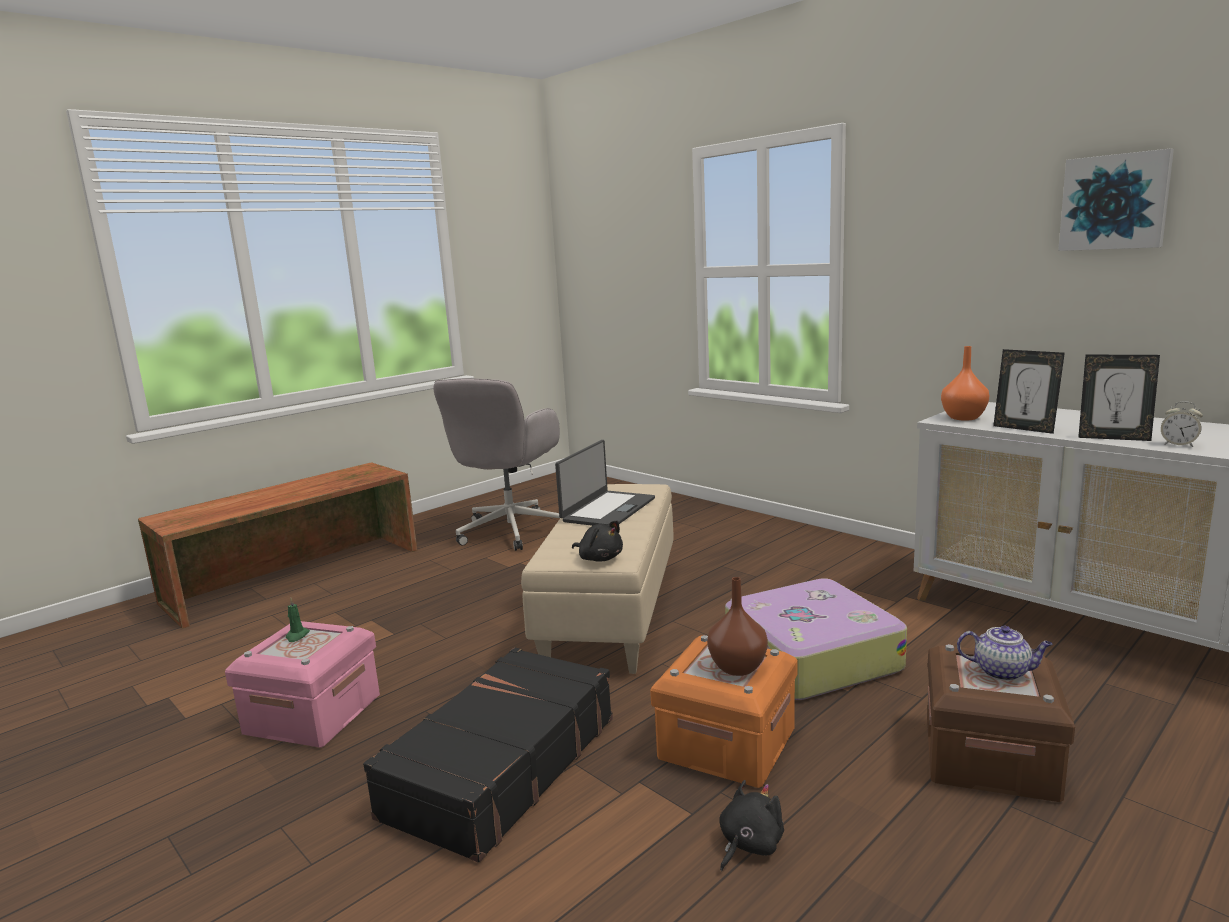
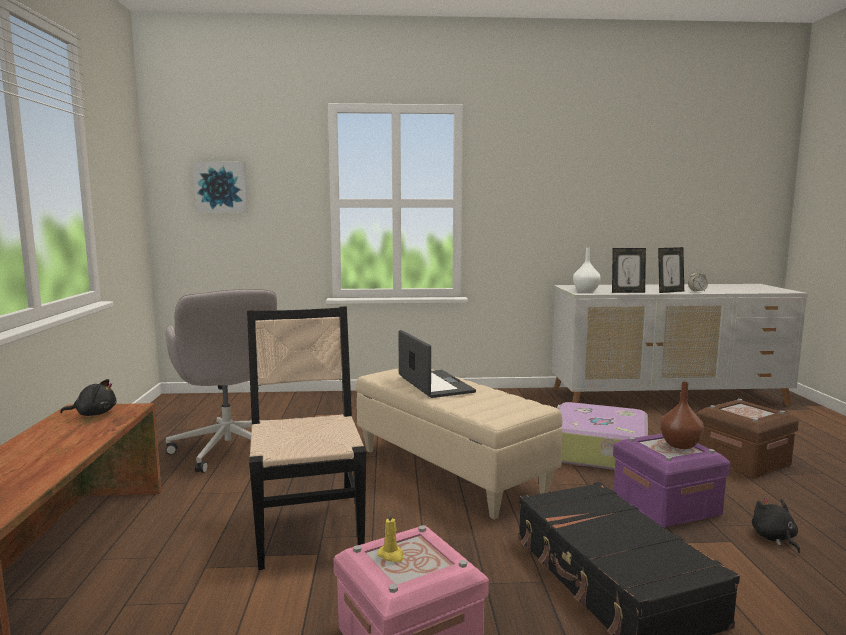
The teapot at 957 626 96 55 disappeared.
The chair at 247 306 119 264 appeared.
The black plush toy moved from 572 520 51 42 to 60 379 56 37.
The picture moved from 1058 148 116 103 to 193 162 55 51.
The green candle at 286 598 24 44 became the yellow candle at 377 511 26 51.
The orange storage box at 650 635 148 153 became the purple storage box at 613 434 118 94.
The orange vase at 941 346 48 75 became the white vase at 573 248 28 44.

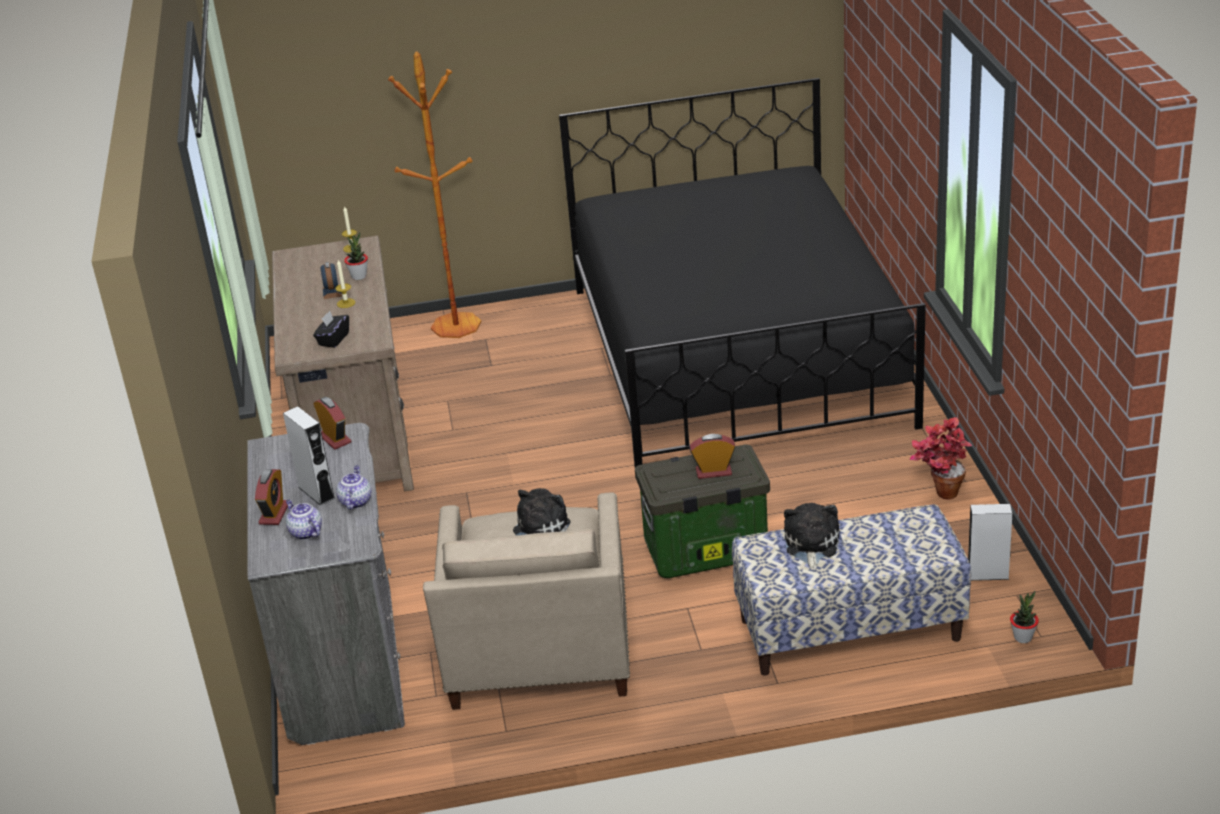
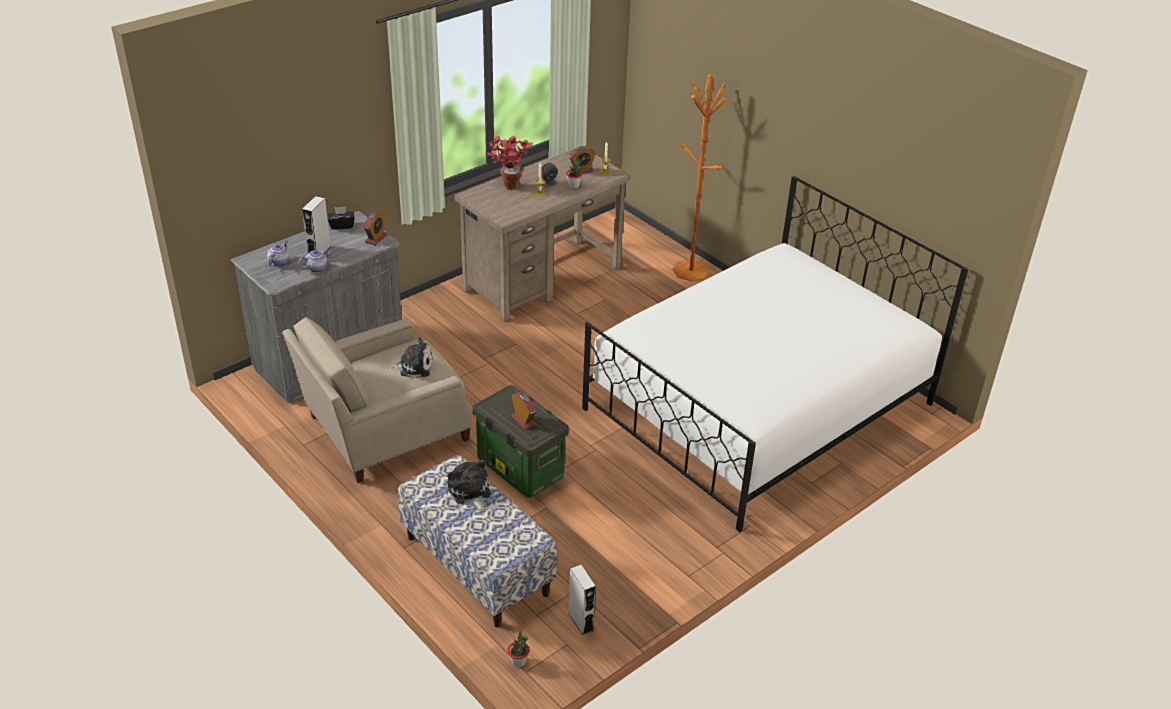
The alarm clock moved from 255 469 33 56 to 569 146 27 28.
The black tissue box moved from 313 311 36 37 to 328 207 27 23.
The potted plant moved from 909 417 63 83 to 487 136 46 54.
The black bed at 559 78 367 389 became the white bed at 582 176 387 356.
The plush toy at 784 503 55 67 turned 90 degrees counterclockwise.

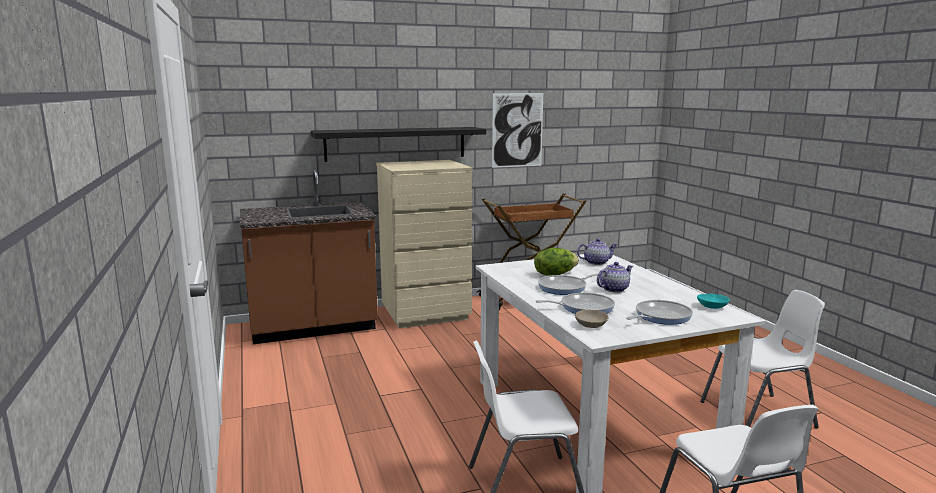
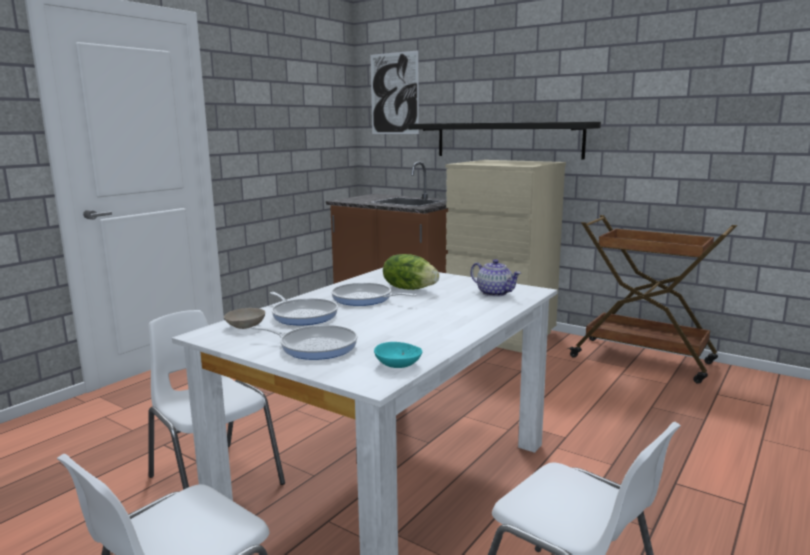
The teapot at 597 262 36 31 disappeared.
The picture moved from 492 93 51 75 to 370 50 49 84.

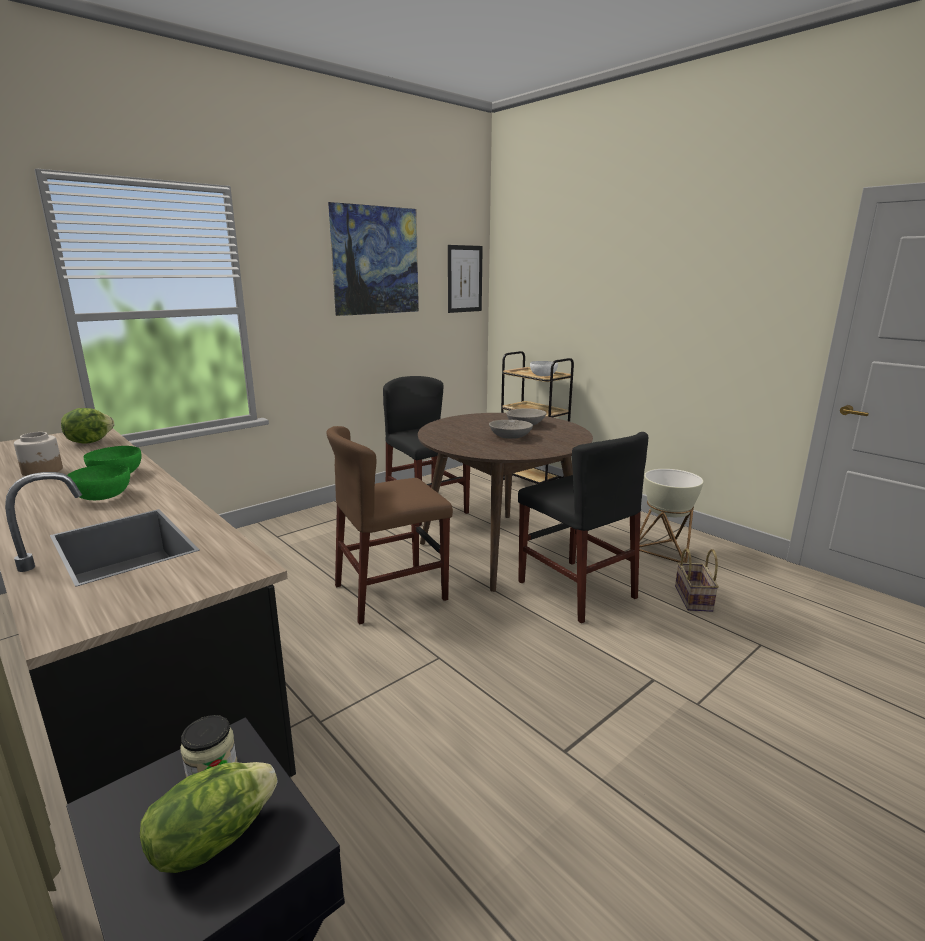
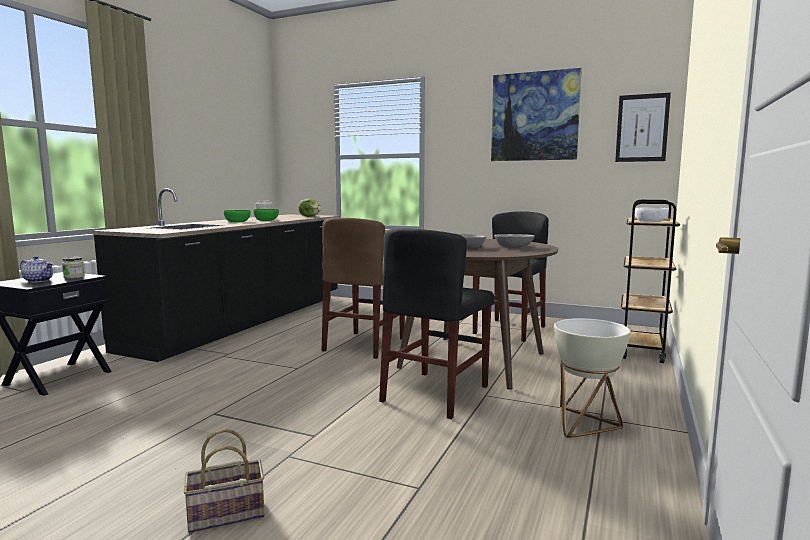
The basket moved from 675 548 44 64 to 184 429 81 104.
The lettuce at 140 762 138 111 was replaced by the teapot at 20 256 33 27.
The brown chair at 326 426 127 199 turned 105 degrees counterclockwise.

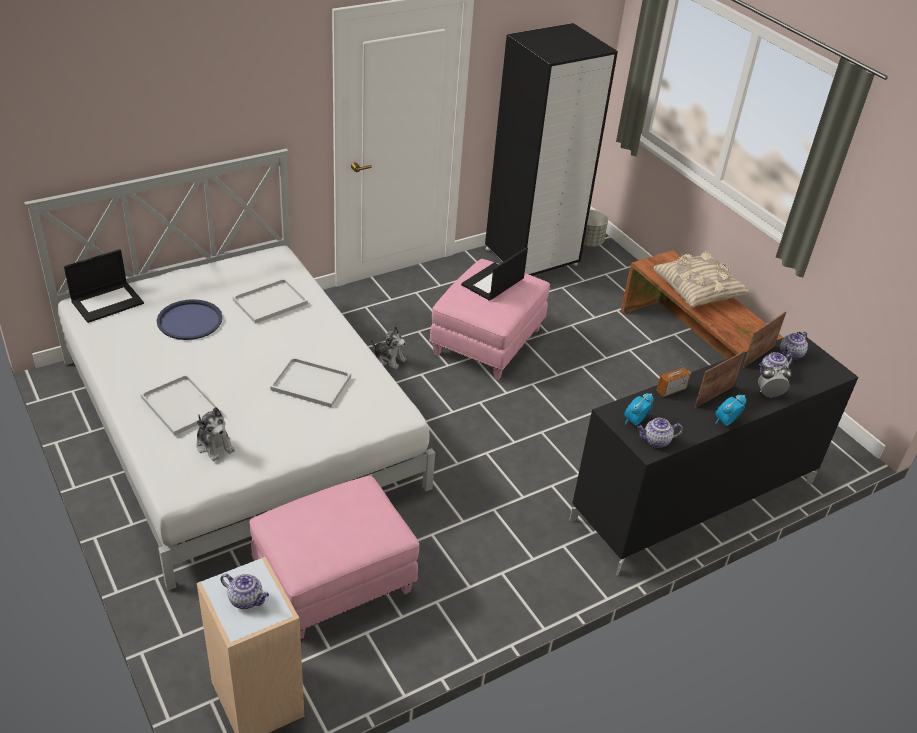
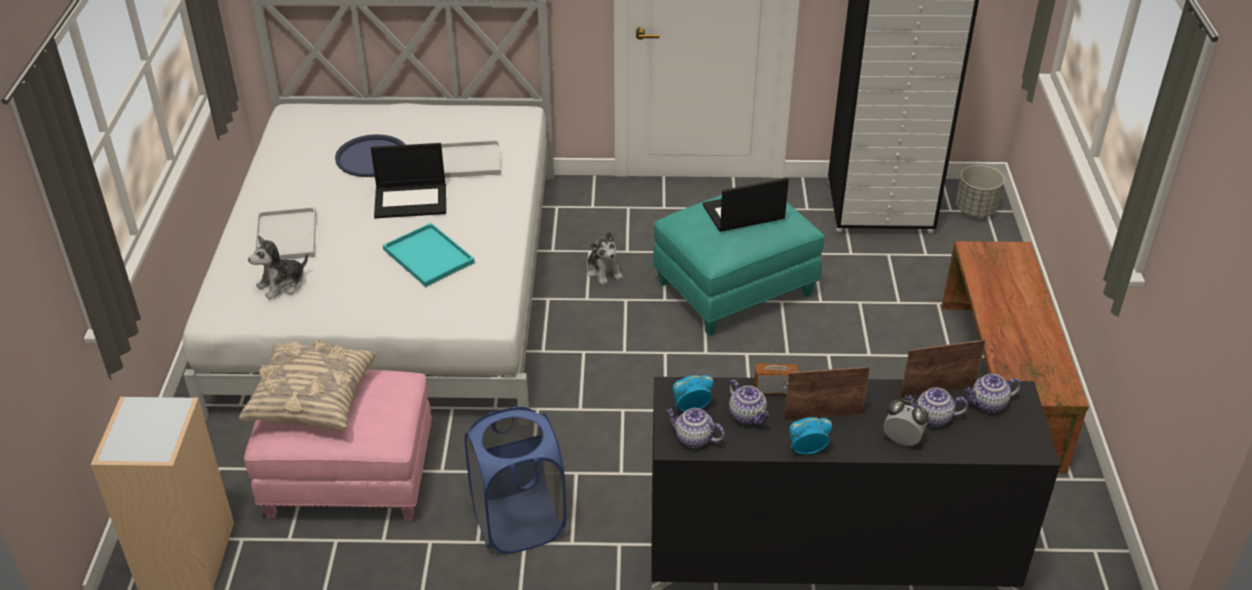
The blue laundry basket at 465 406 102 148 appeared.
The laptop moved from 64 249 80 74 to 371 143 75 75.
The teapot moved from 221 574 48 35 to 728 380 41 45.
The beige pillow moved from 654 251 95 57 to 239 340 137 91.
The white tray at 270 357 81 50 became the turquoise tray at 383 223 92 64.
The pink ottoman at 429 259 121 121 became the turquoise ottoman at 653 195 171 141.
The plush toy at 196 407 39 54 turned 60 degrees clockwise.

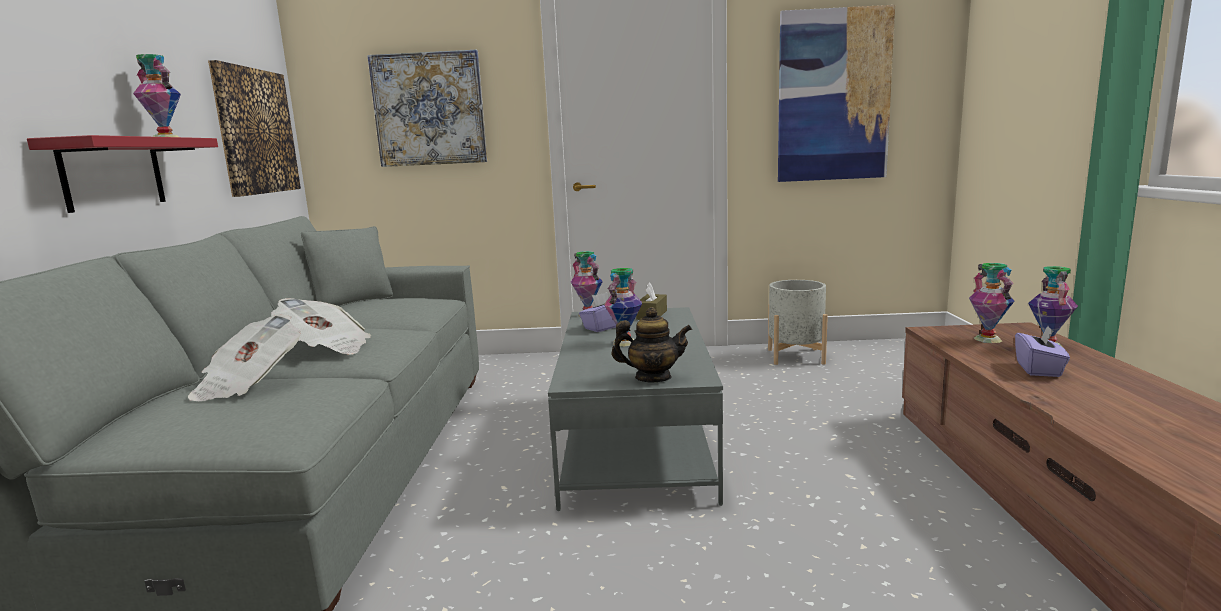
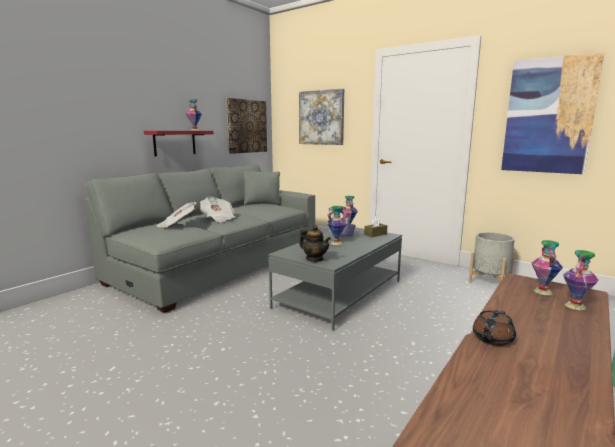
The purple tissue box at 1015 326 55 51 disappeared.
The brown teapot at 473 310 43 36 appeared.

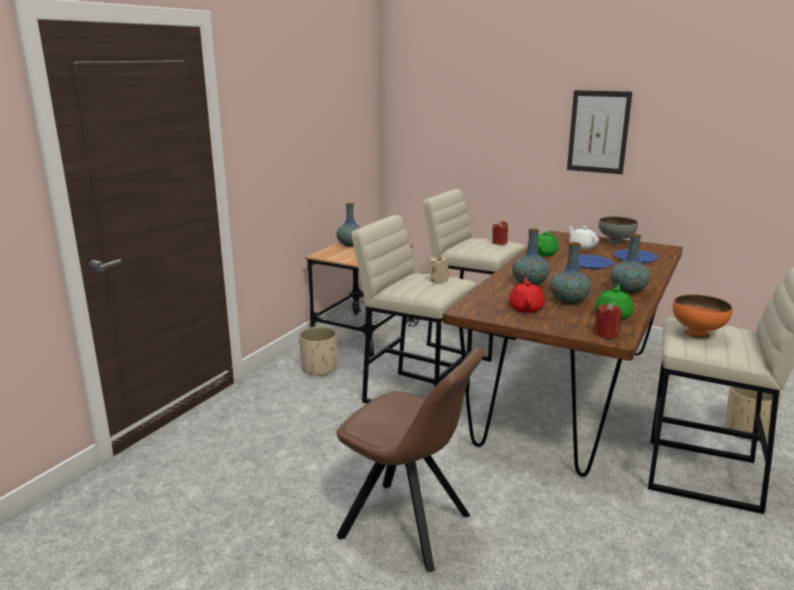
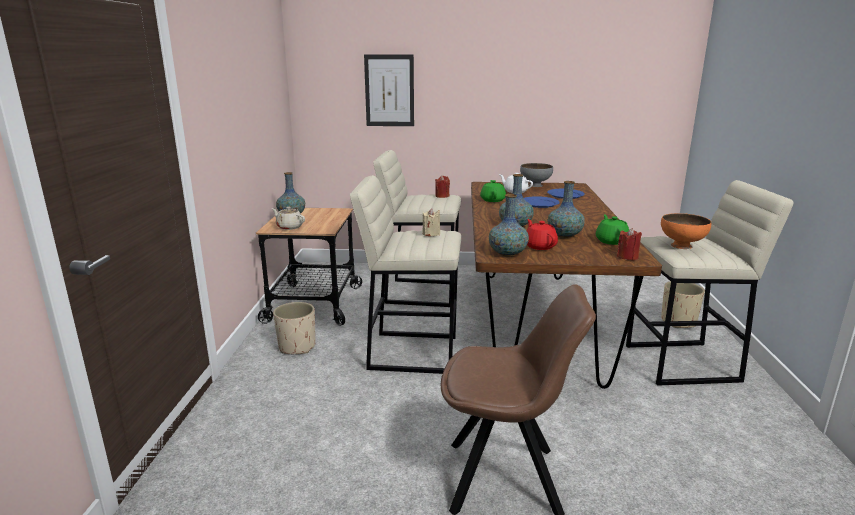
The beige teapot at 272 207 33 23 appeared.
The picture moved from 567 90 65 84 to 364 54 50 72.
The vase moved from 610 234 40 60 to 489 194 40 63.

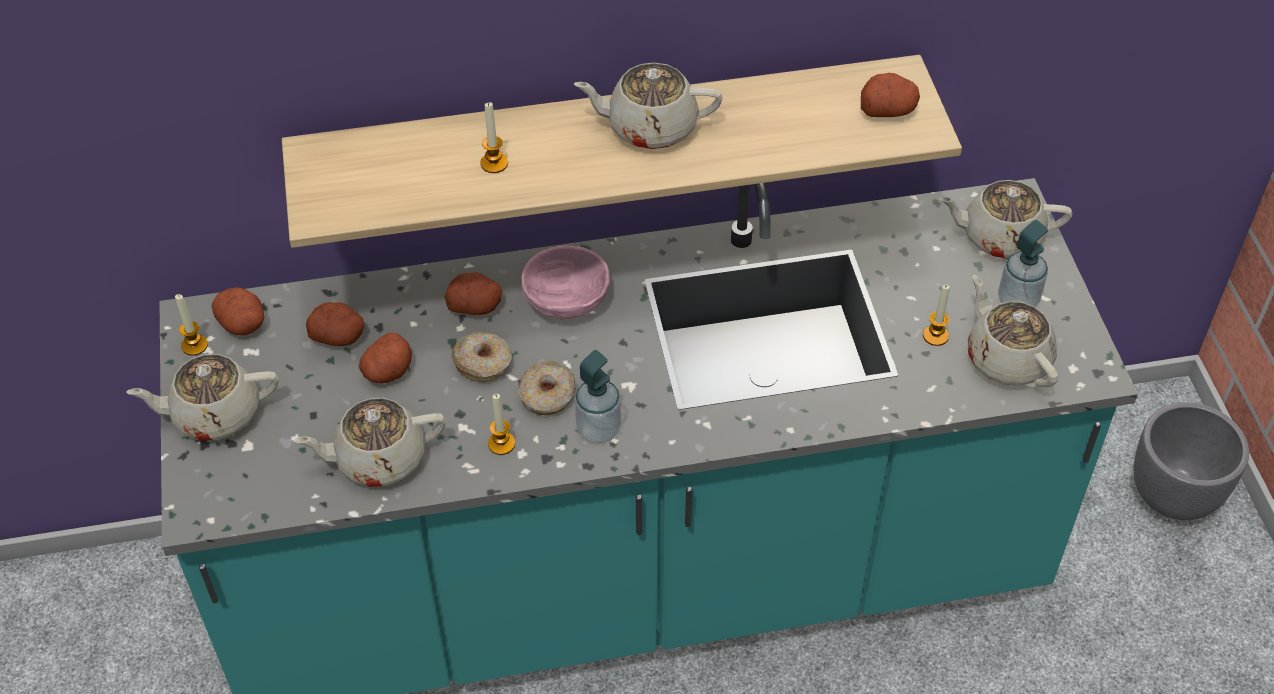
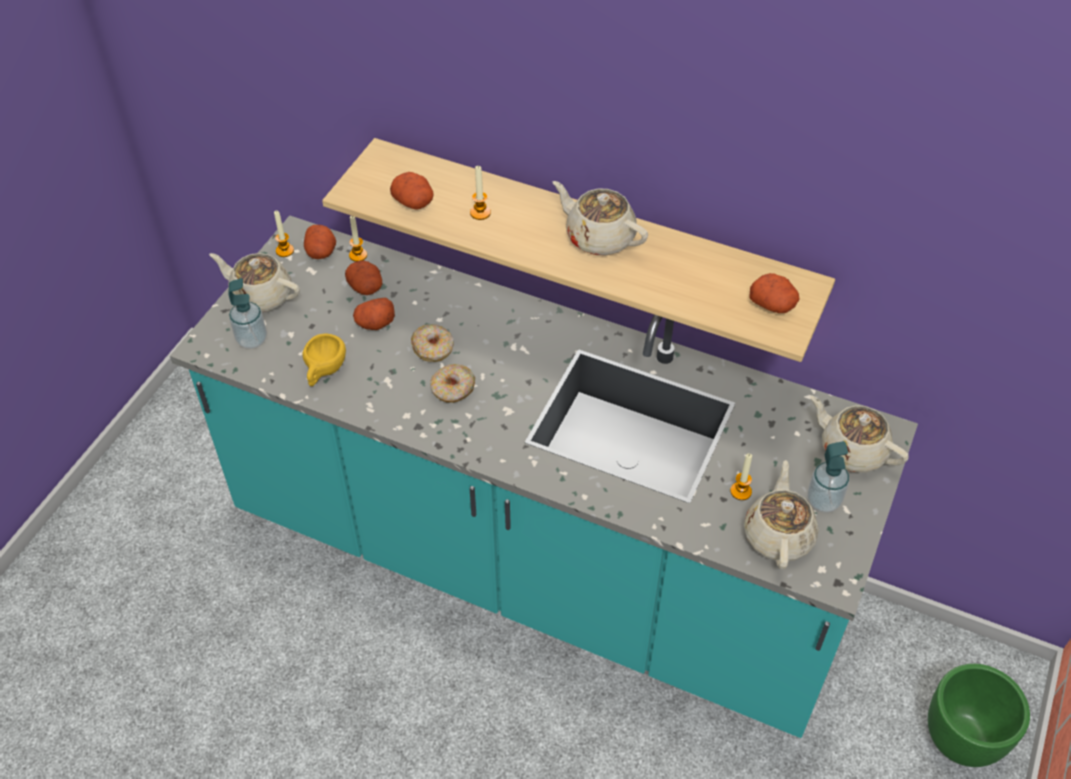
The pink bowl at 521 246 89 73 disappeared.
The potato moved from 445 272 57 43 to 390 172 44 38.
The candle moved from 488 394 27 61 to 349 216 18 46.
The soap dispenser moved from 575 350 46 94 to 228 278 39 71.
The beige teapot at 294 398 152 89 was replaced by the yellow cup at 302 334 44 52.
The grey planter at 1134 402 115 118 became the green planter at 928 664 102 103.

